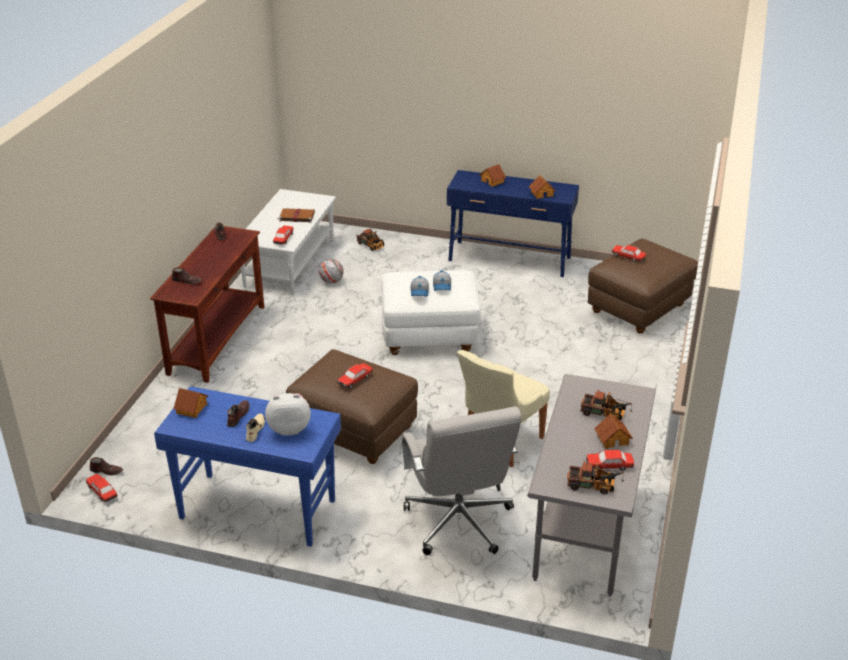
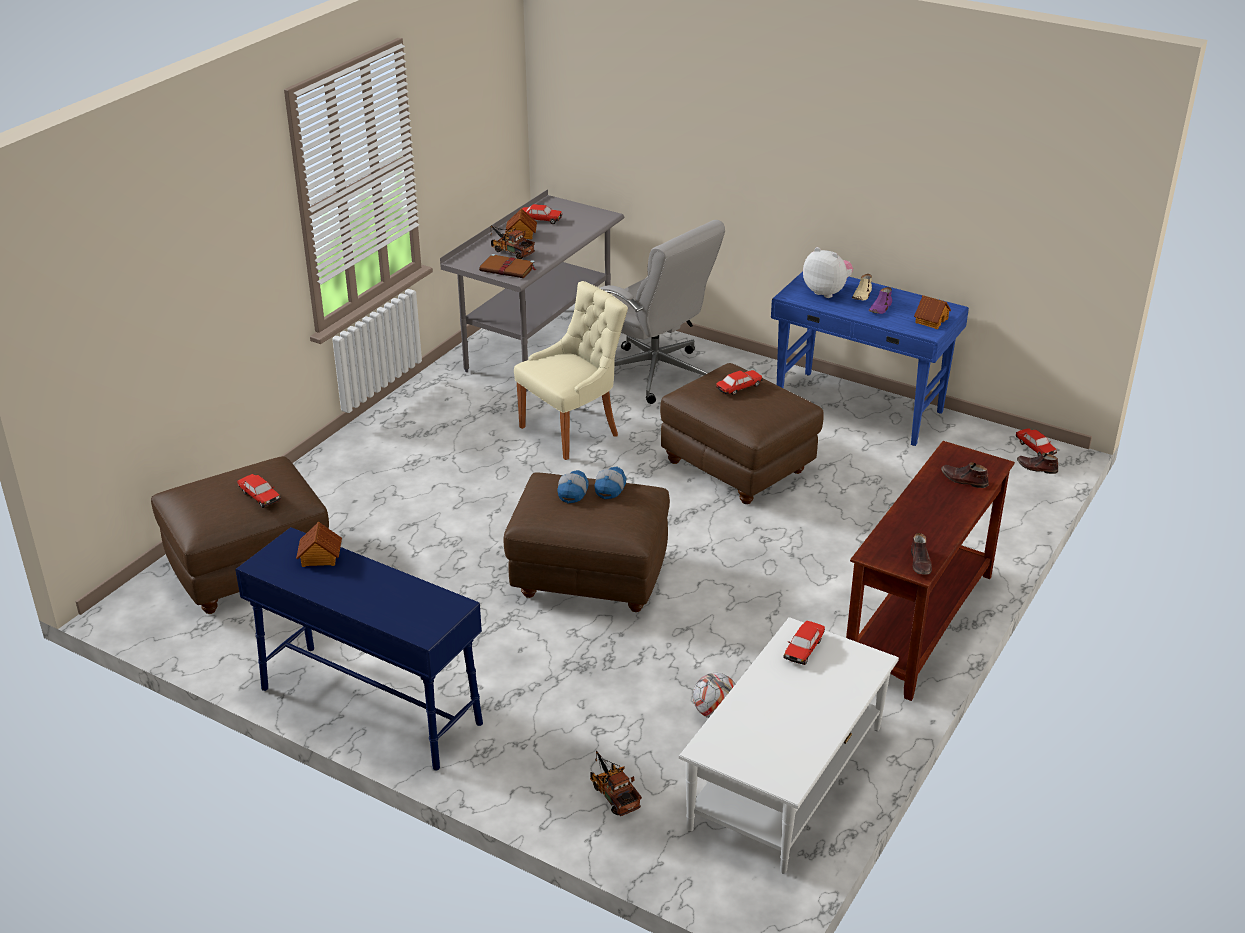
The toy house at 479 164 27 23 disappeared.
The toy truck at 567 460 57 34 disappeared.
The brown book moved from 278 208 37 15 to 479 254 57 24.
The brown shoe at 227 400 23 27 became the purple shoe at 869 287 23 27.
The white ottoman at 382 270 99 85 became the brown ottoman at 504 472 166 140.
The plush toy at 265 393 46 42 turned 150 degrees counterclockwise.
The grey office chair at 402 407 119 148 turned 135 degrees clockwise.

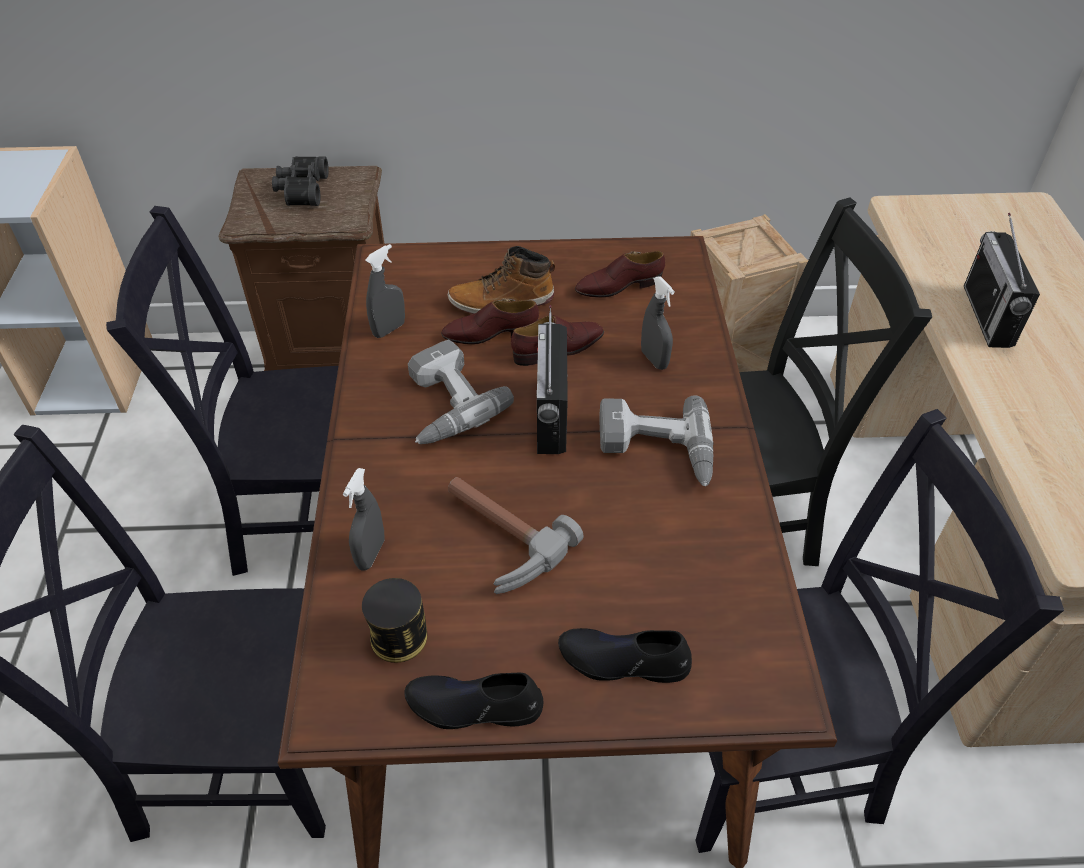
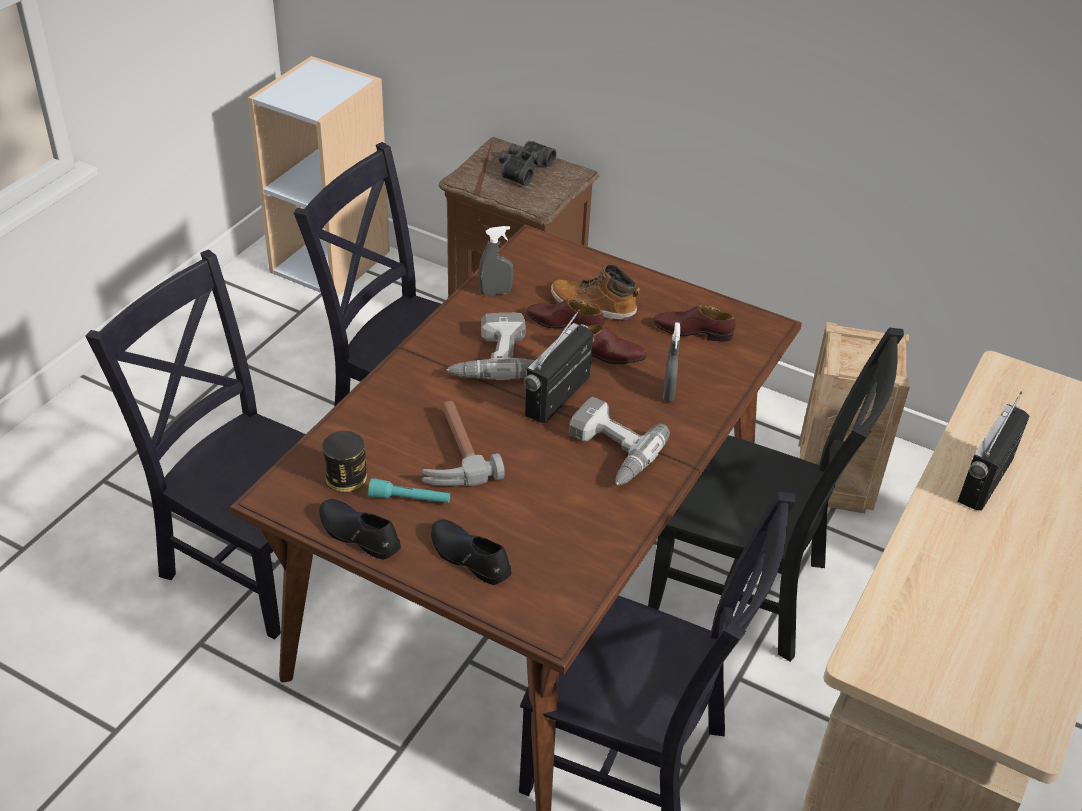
The grey spray bottle at 343 468 41 103 disappeared.
The turquoise flashlight at 368 478 82 25 appeared.

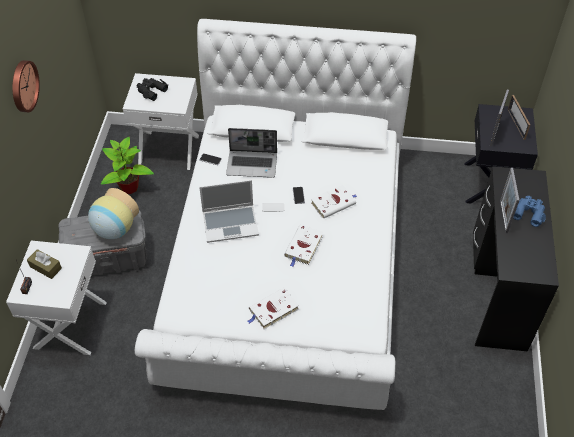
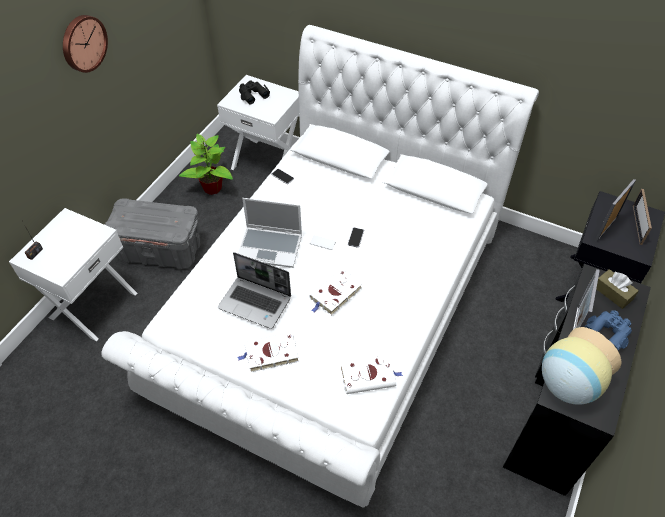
The brown tissue box moved from 27 249 35 30 to 596 269 43 40.
The vase moved from 88 188 51 51 to 542 327 79 78.
The laptop moved from 226 128 51 50 to 218 252 73 77.
The white book moved from 311 185 46 34 to 341 355 62 39.

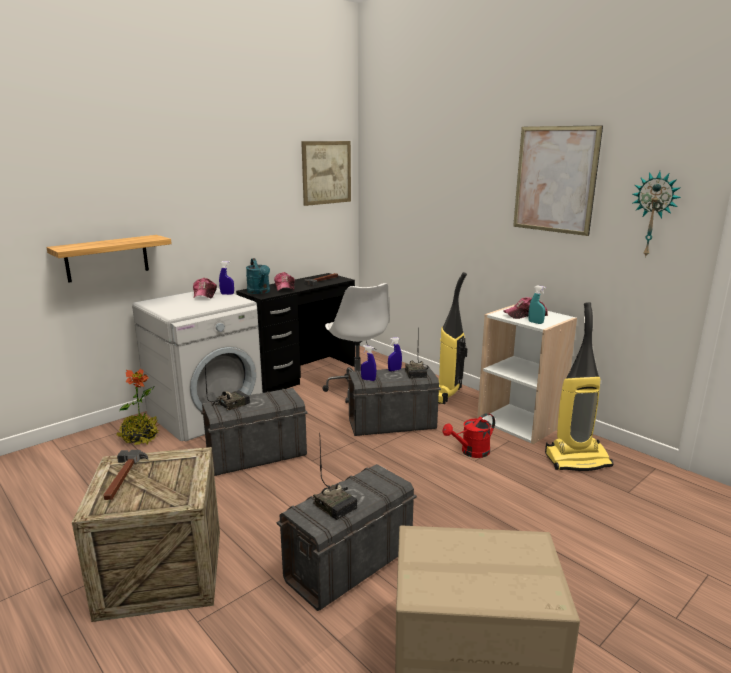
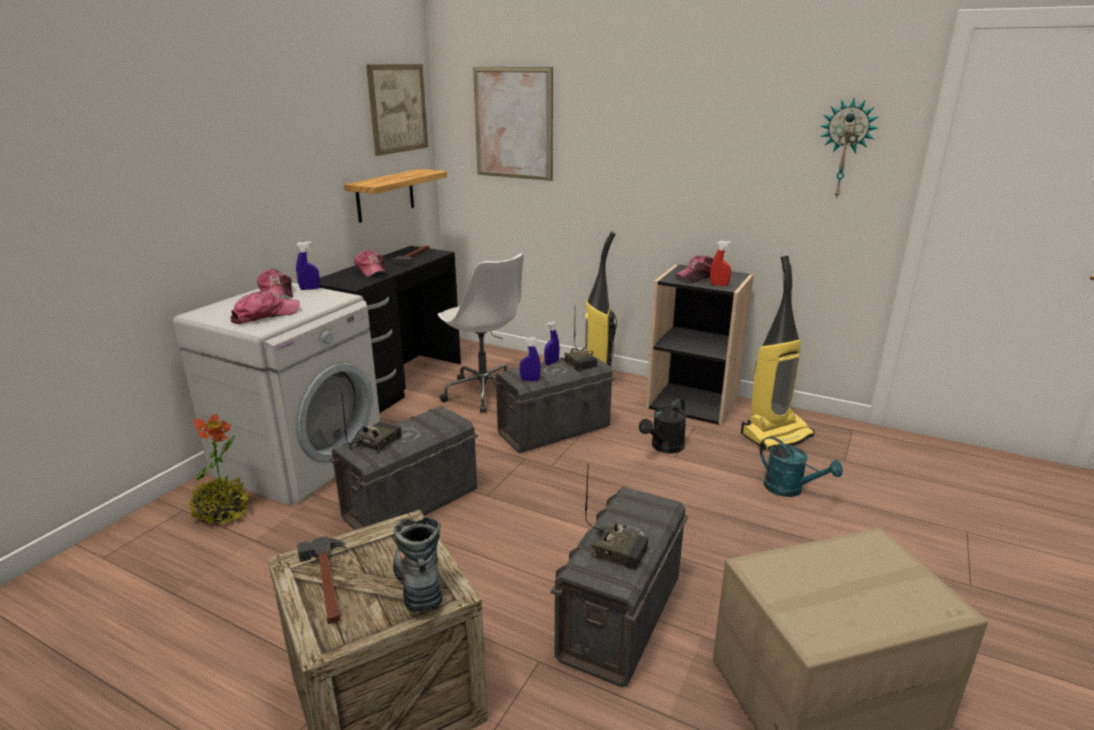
The cap at 231 291 69 33 appeared.
The boot at 393 517 49 94 appeared.
The shelf moved from 46 235 126 48 to 344 169 103 54.
The turquoise watering can moved from 246 258 24 36 to 760 436 83 61.
The picture moved from 513 125 90 111 to 473 67 80 114.
The red watering can at 442 413 53 45 became the black watering can at 639 399 48 55.
The white bookcase at 477 304 100 140 became the black bookcase at 646 264 108 162.
The turquoise spray bottle at 529 285 17 39 became the red spray bottle at 710 241 22 45.

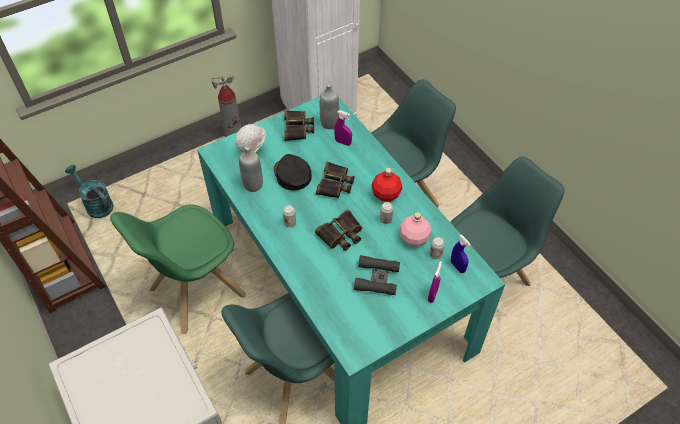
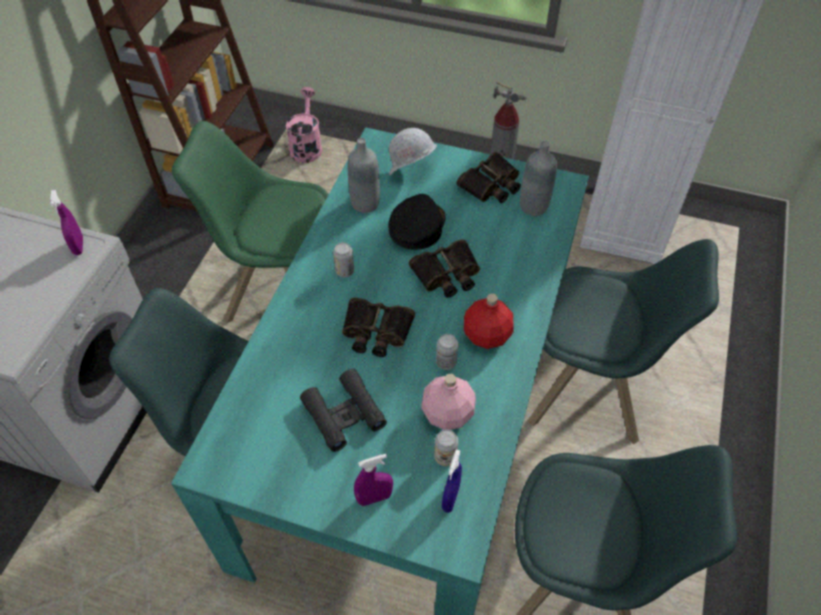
The purple spray bottle moved from 334 110 18 36 to 50 190 33 65.
The turquoise watering can at 65 164 49 54 became the pink watering can at 286 87 36 76.

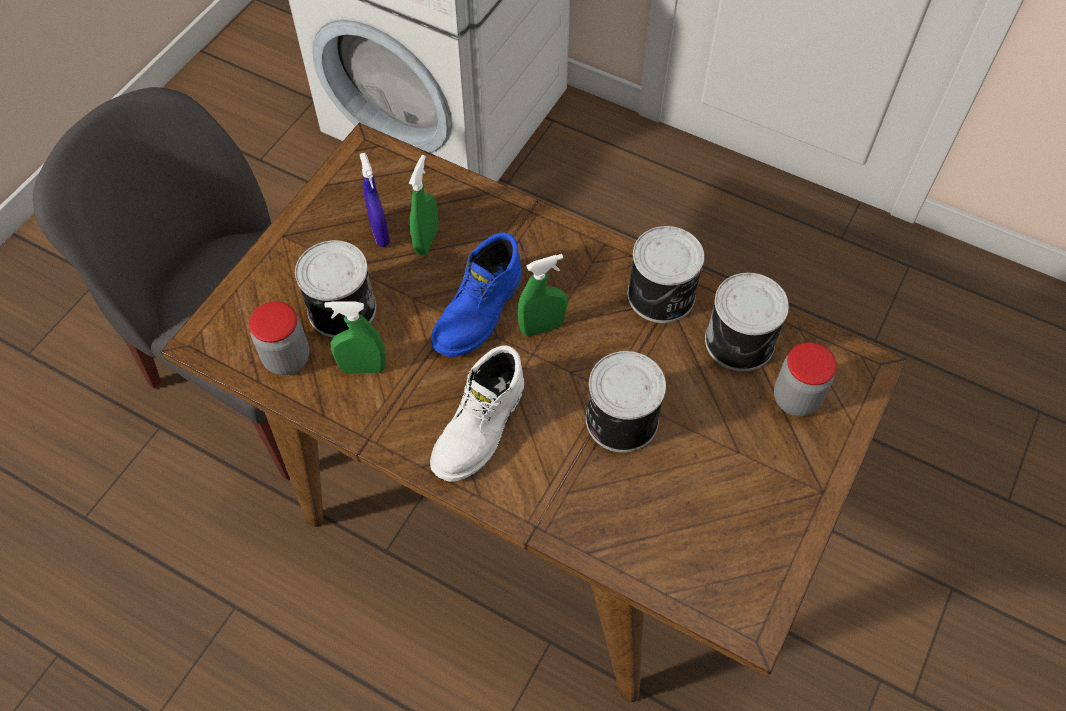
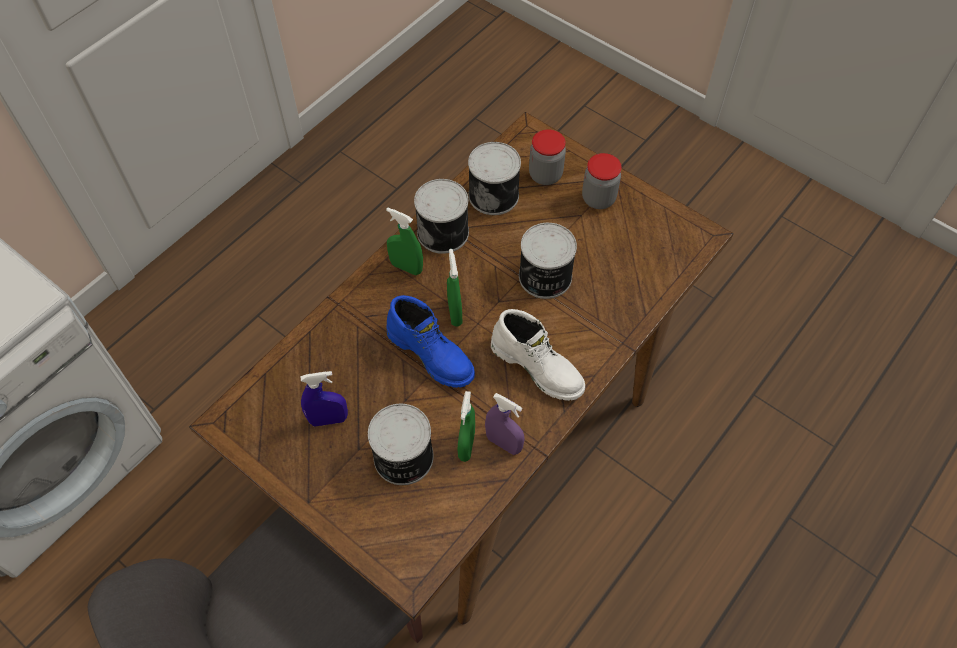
The purple spray bottle at 485 393 39 62 appeared.
The jar moved from 249 301 60 74 to 582 153 39 56.
The green spray bottle moved from 409 155 29 100 to 386 208 37 67.

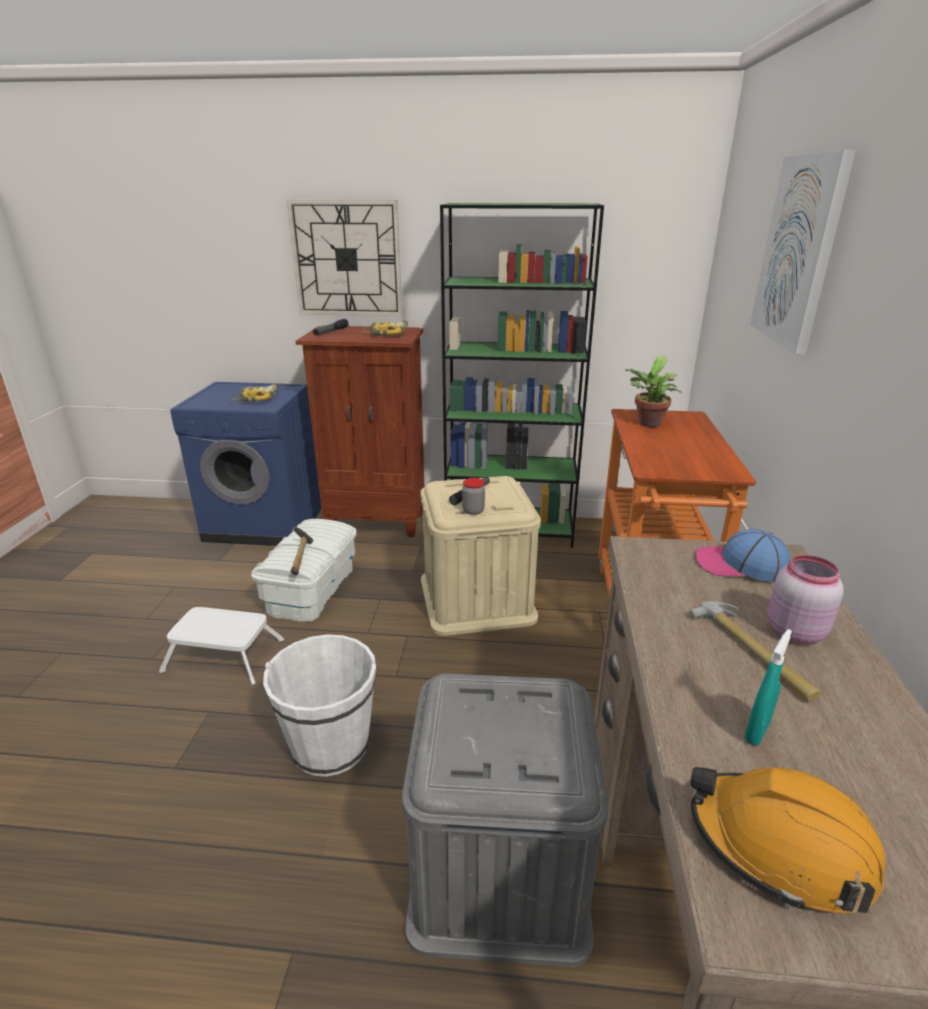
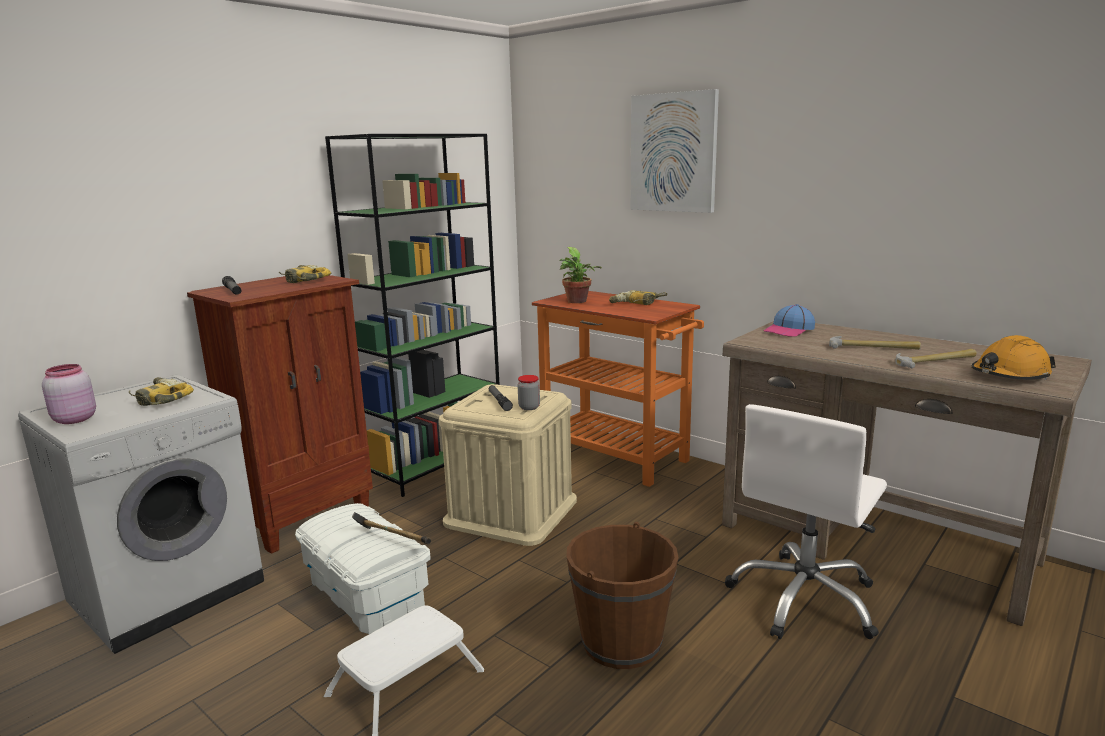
The wall clock at 287 200 115 116 disappeared.
The power drill at 609 290 58 15 appeared.
The pink jar moved from 767 555 76 89 to 42 364 54 60.
The grey storage box at 402 673 206 294 was replaced by the white office chair at 725 404 162 235.
The turquoise spray bottle at 744 629 48 116 was replaced by the hammer at 895 349 82 19.
The blue washing machine at 170 382 151 164 became the white washing machine at 18 374 246 280.
The white bucket at 263 634 113 143 became the brown bucket at 566 522 113 147.

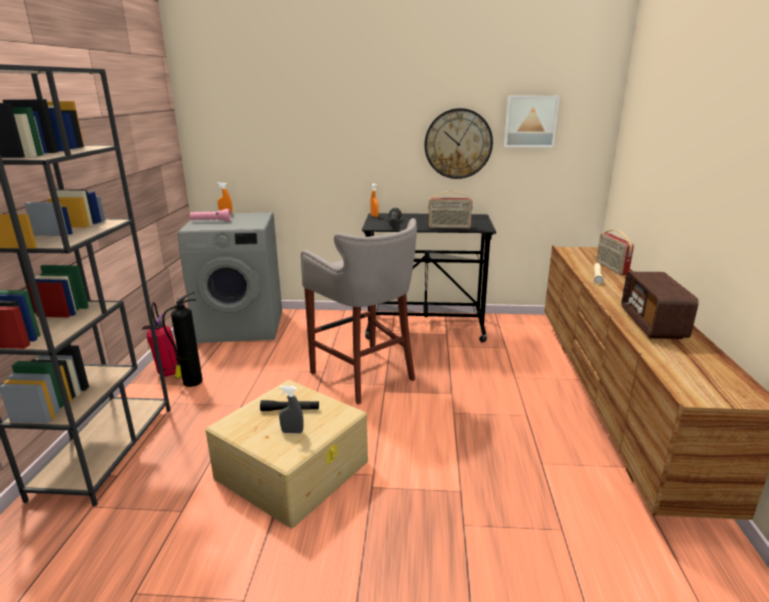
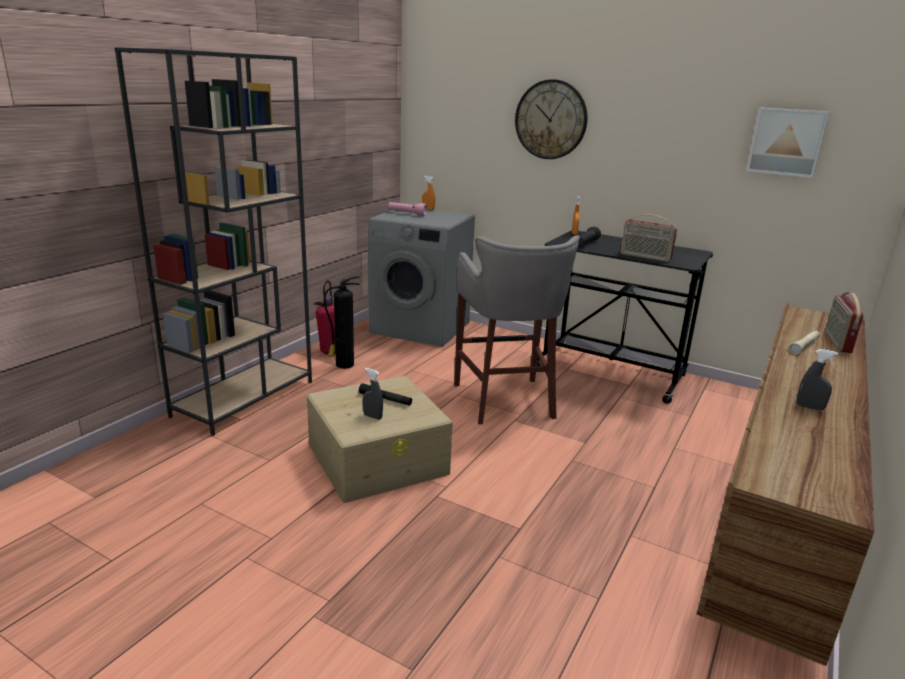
The wall clock moved from 424 108 69 71 to 515 79 72 80.
The radio at 621 271 78 68 was replaced by the grey spray bottle at 797 349 41 62.

